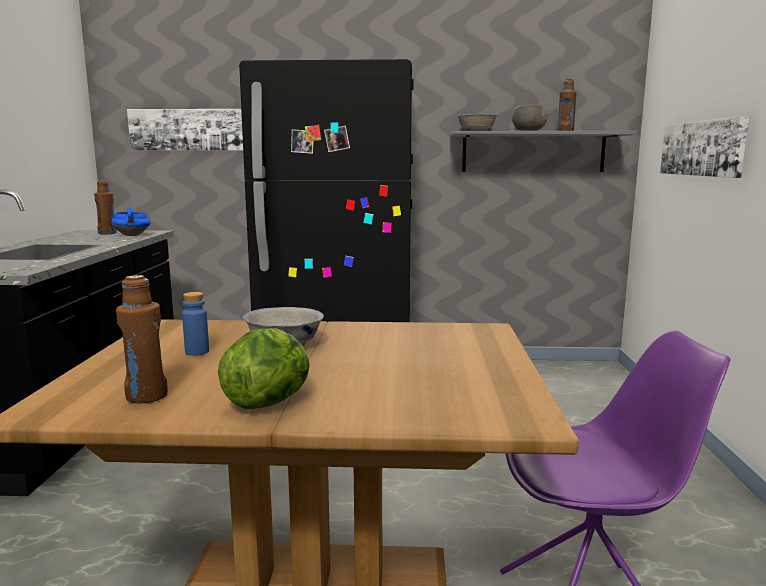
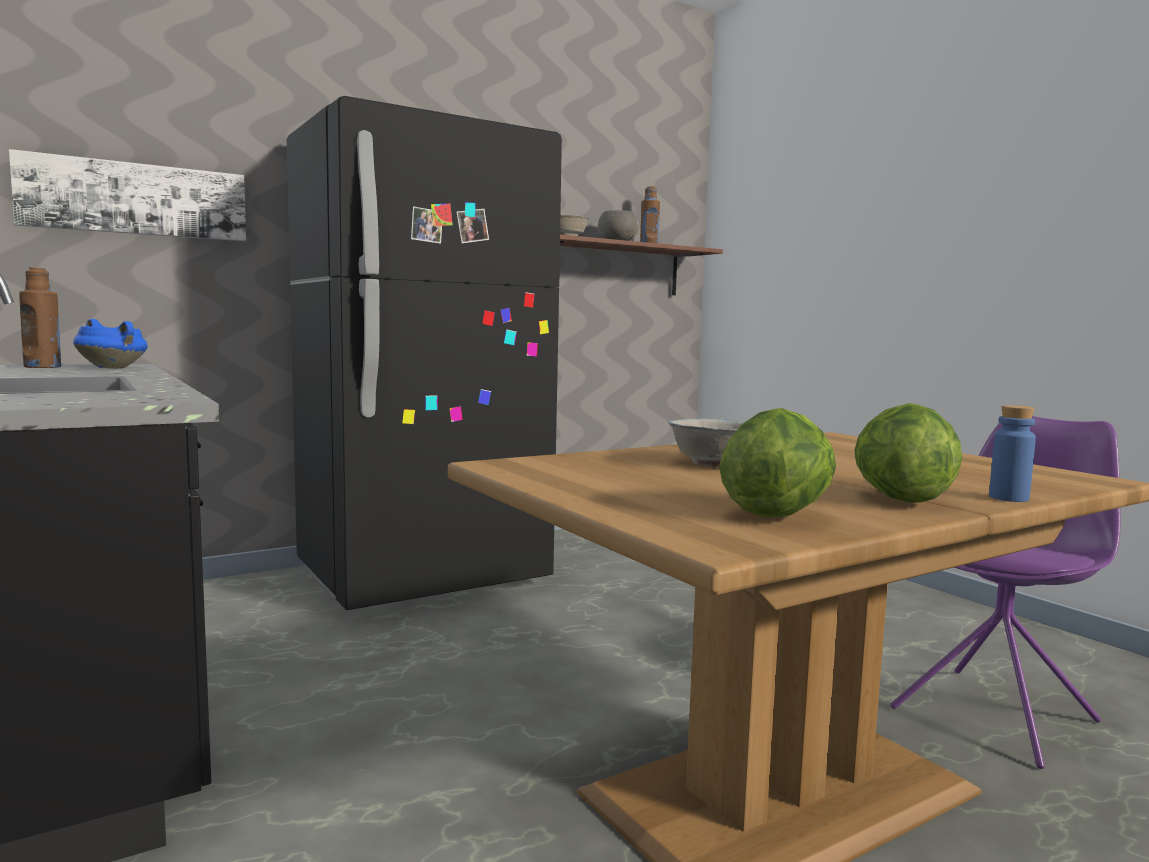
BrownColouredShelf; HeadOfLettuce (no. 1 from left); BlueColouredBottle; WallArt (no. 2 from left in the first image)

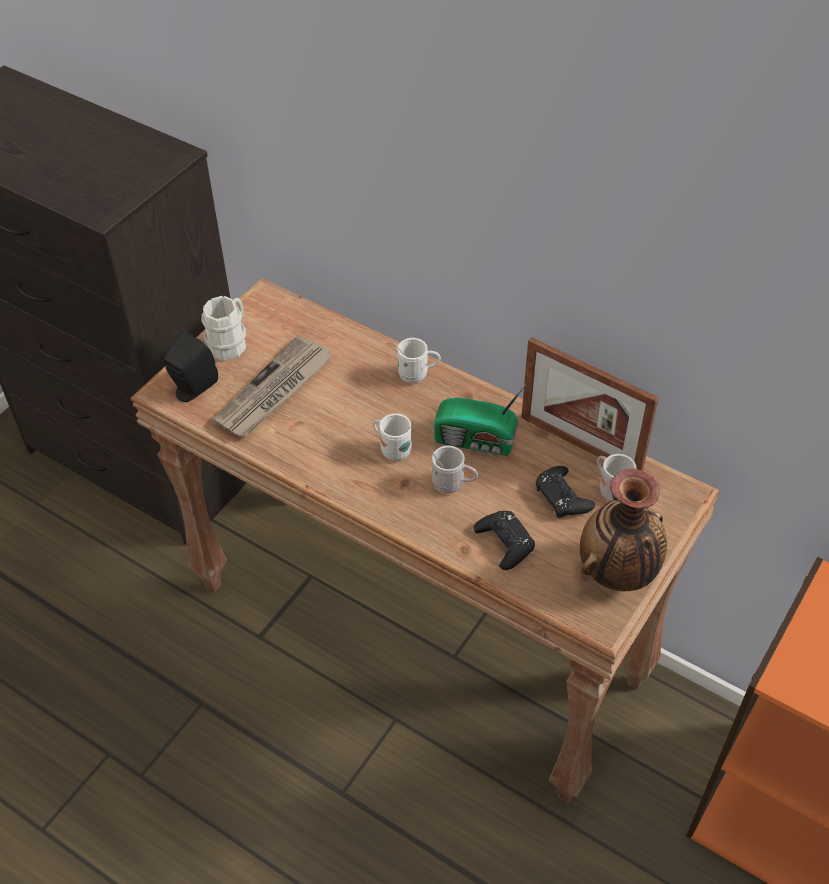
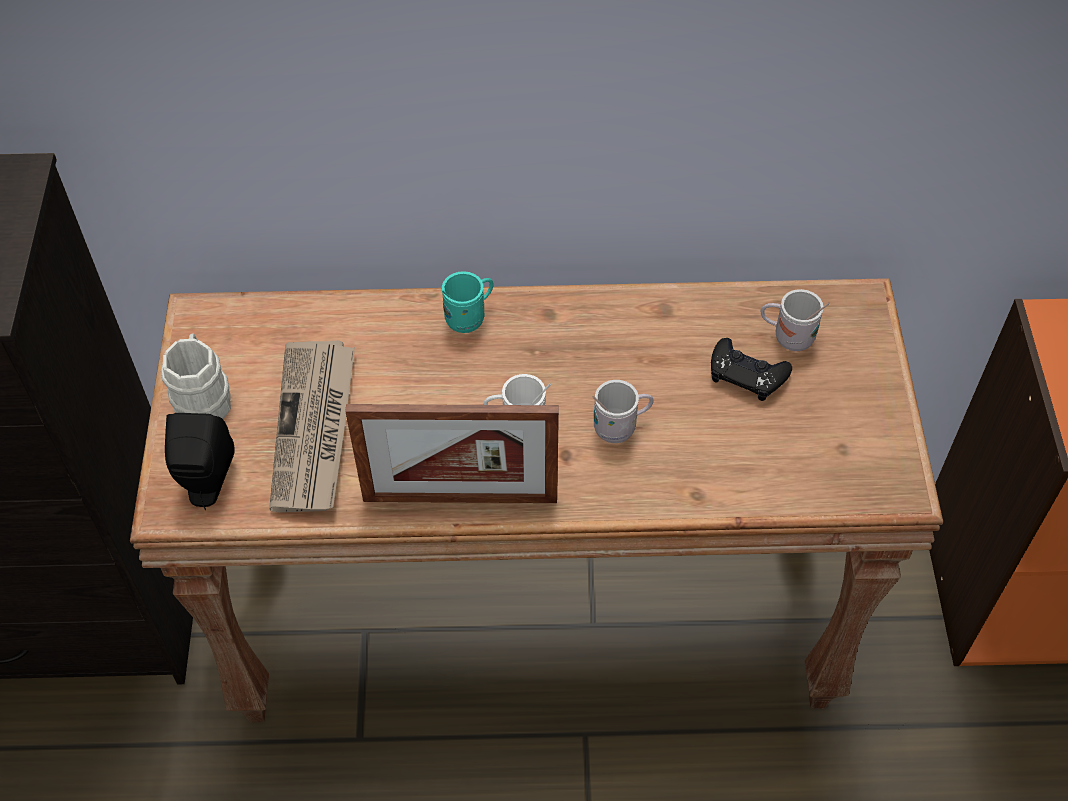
PictureFrame; TurquoiseColouredTeaMug; Radio; BlackishJoypad (no. 1 from left in the first image); Vase

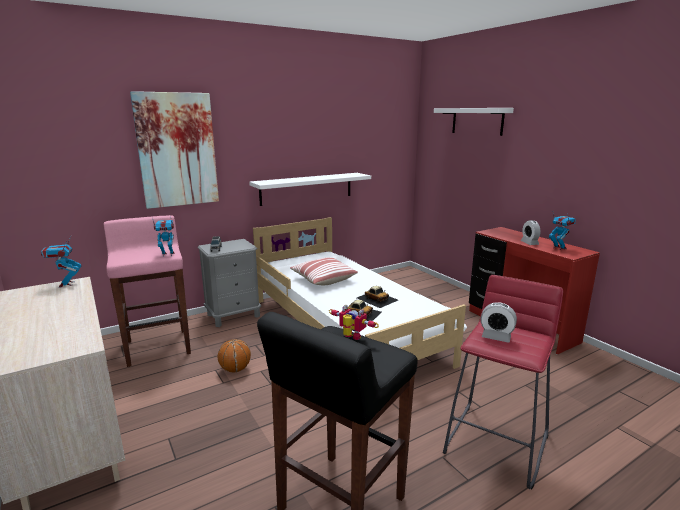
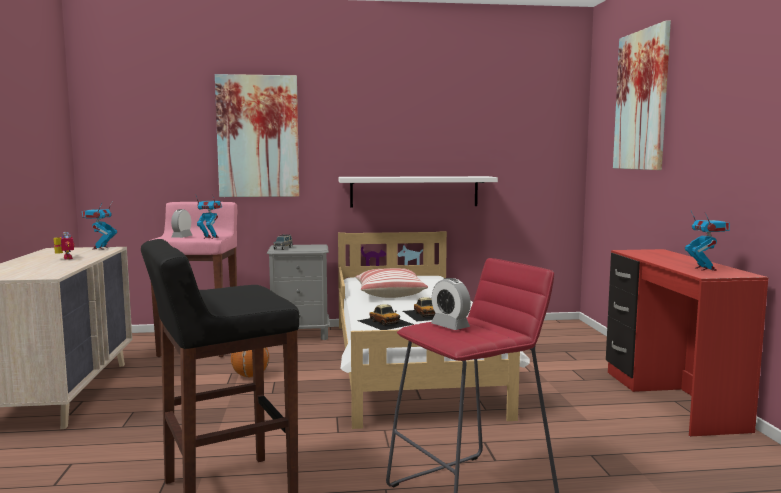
ModelRobot (no. 1 from left); AlarmClock (no. 1 from left); WallArt (no. 2 from left)

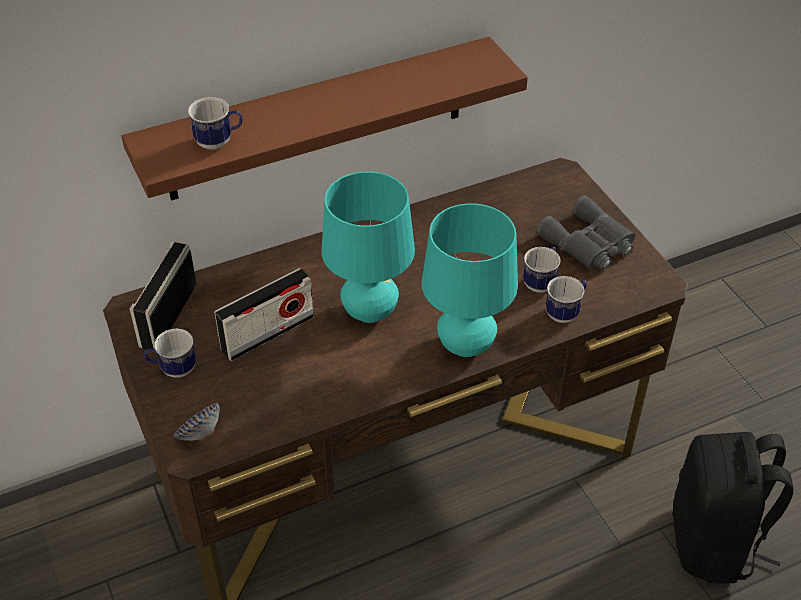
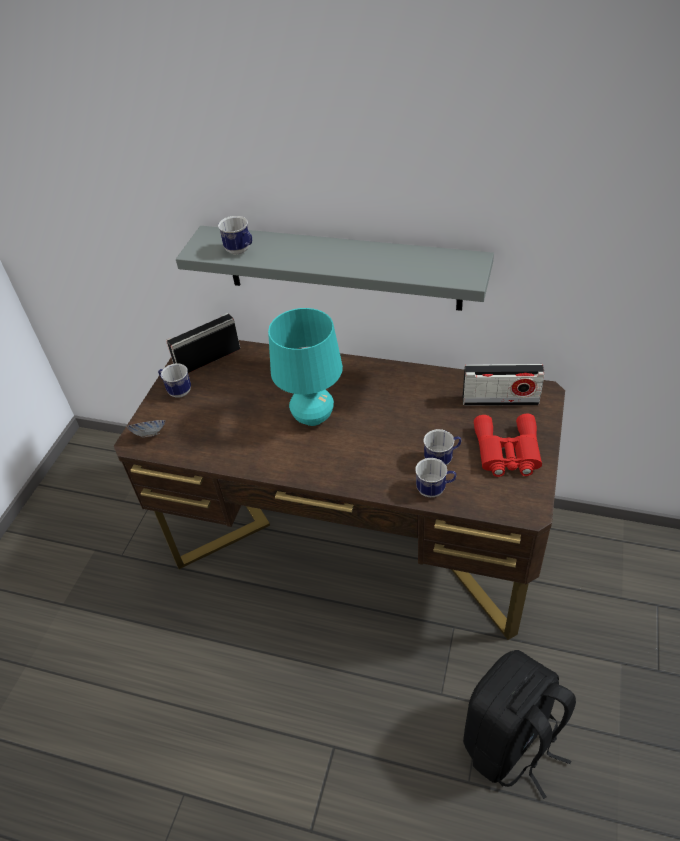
GrayShelf; Radio (no. 2 from left); ReddishFieldGlasses; TurquoiseColouredTabletopLamp (no. 2 from left in the first image)

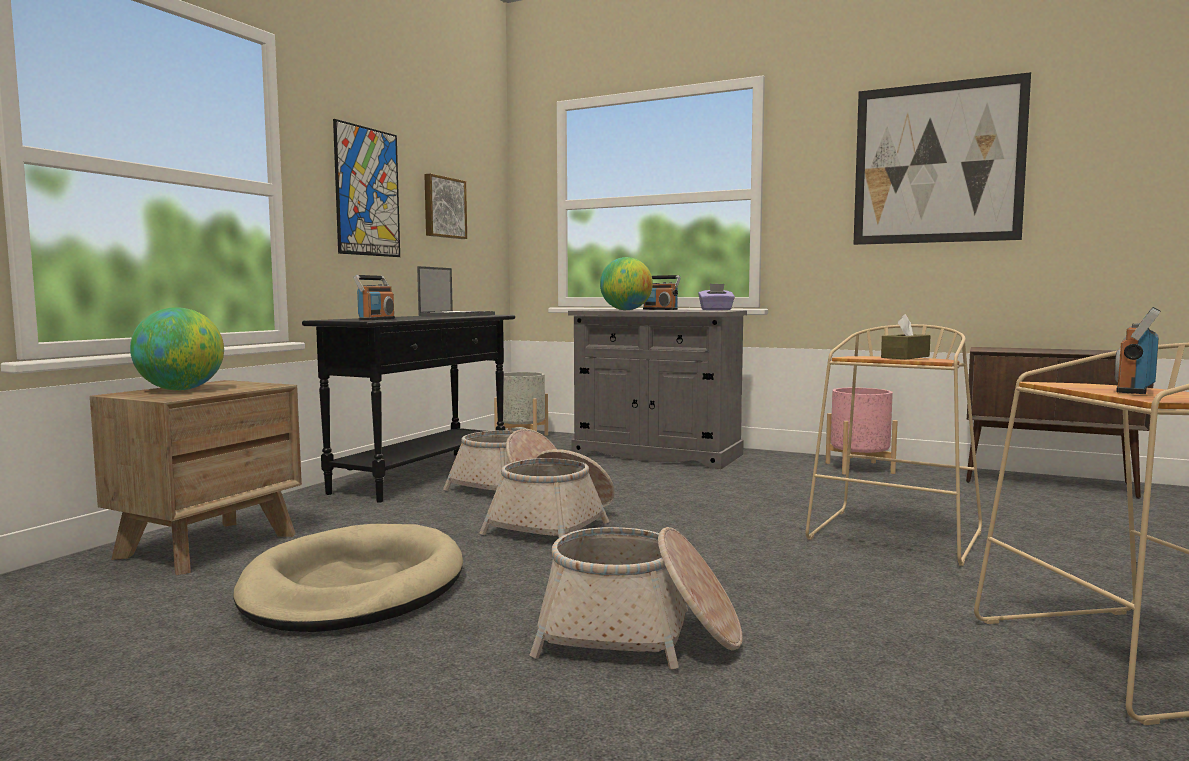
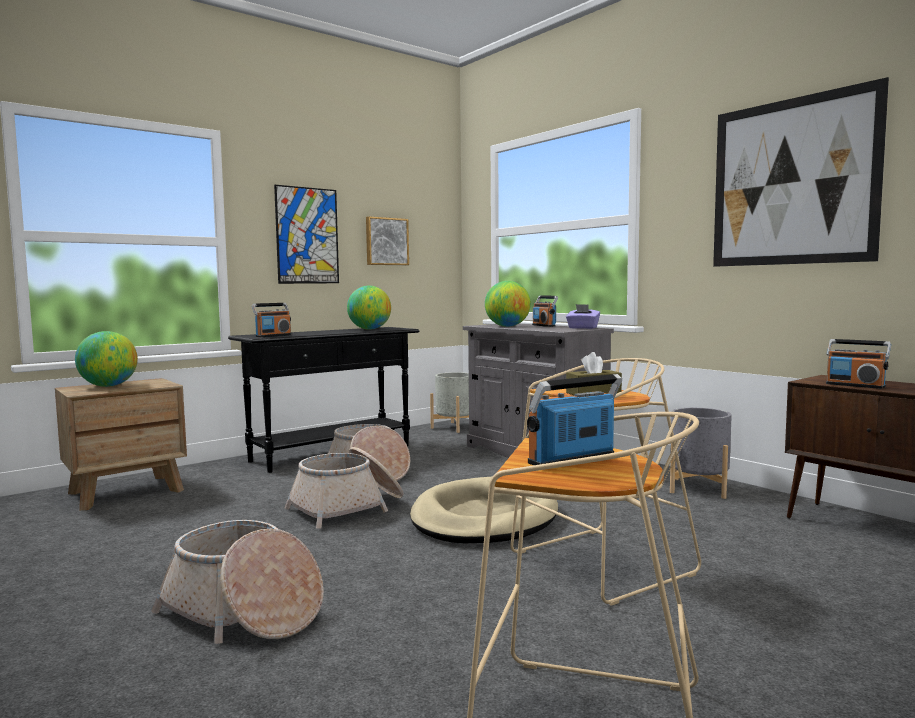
WorldGlobe (no. 2 from left); SandColouredDogCushion; GrayFlowerPot (no. 2 from left); Radio (no. 4 from left)

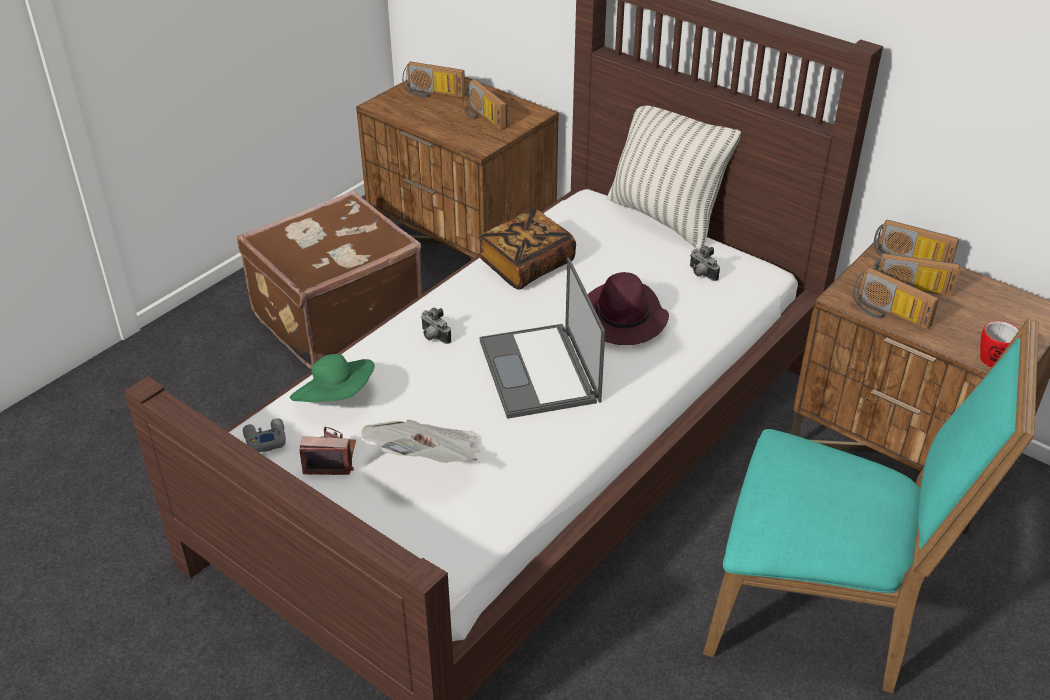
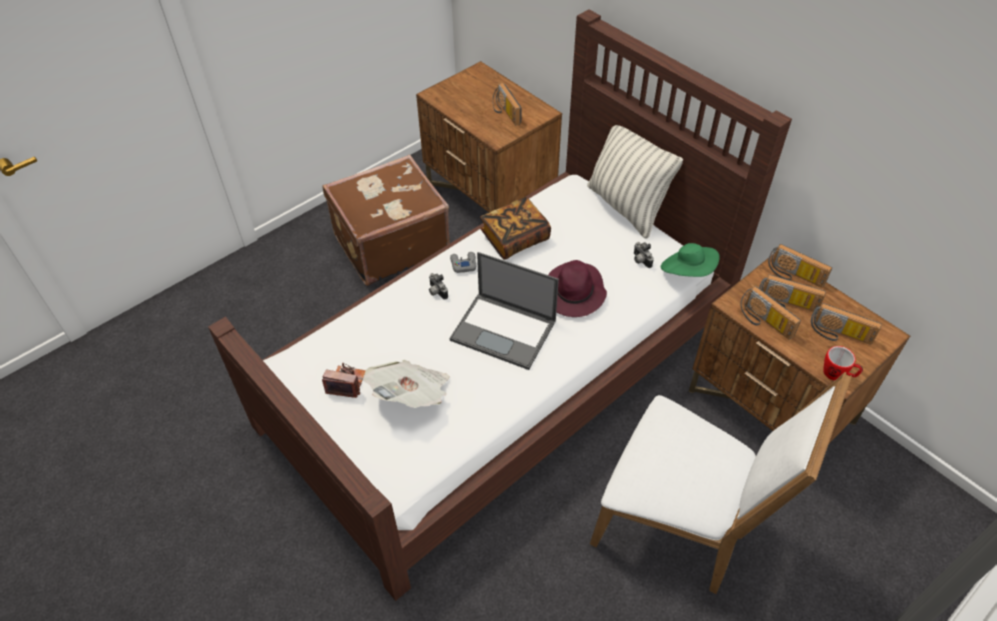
GrayJoypad; NotebookComputer; WhiteColouredUprightChair; GreenHat; Radio (no. 5 from left)

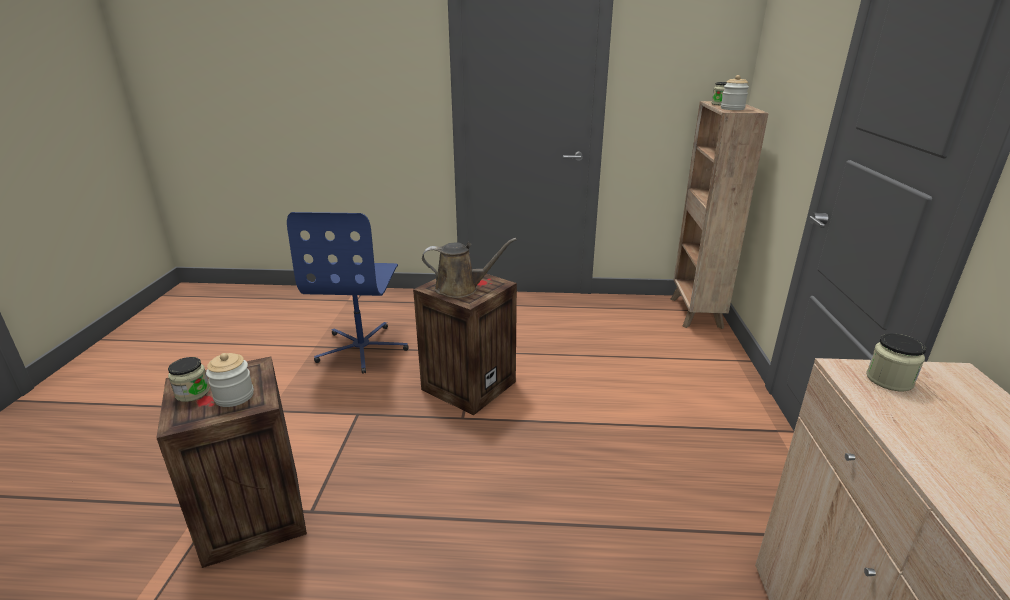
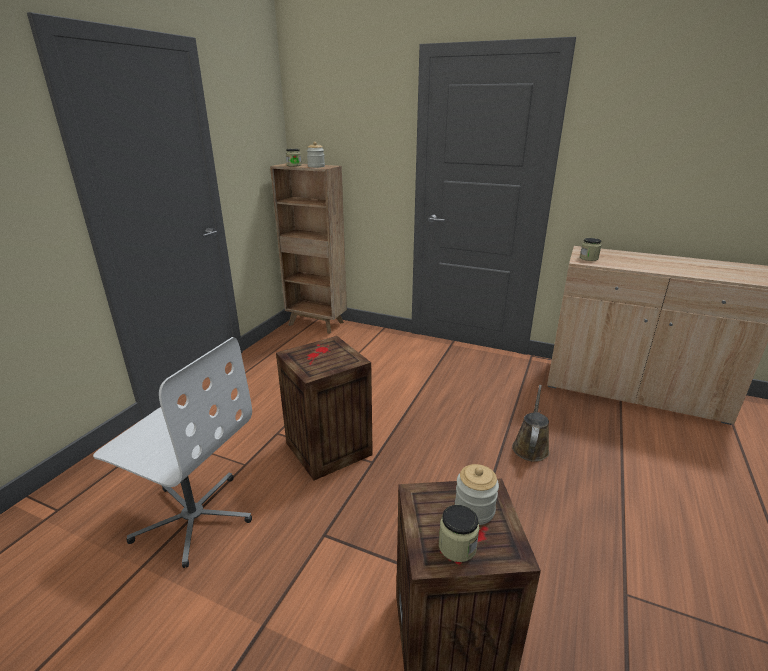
WhiteColouredDeskChair; BrownColouredWateringCan

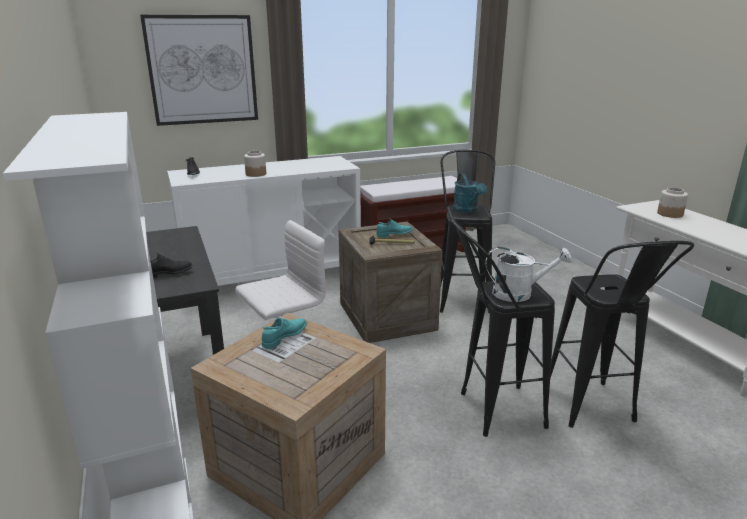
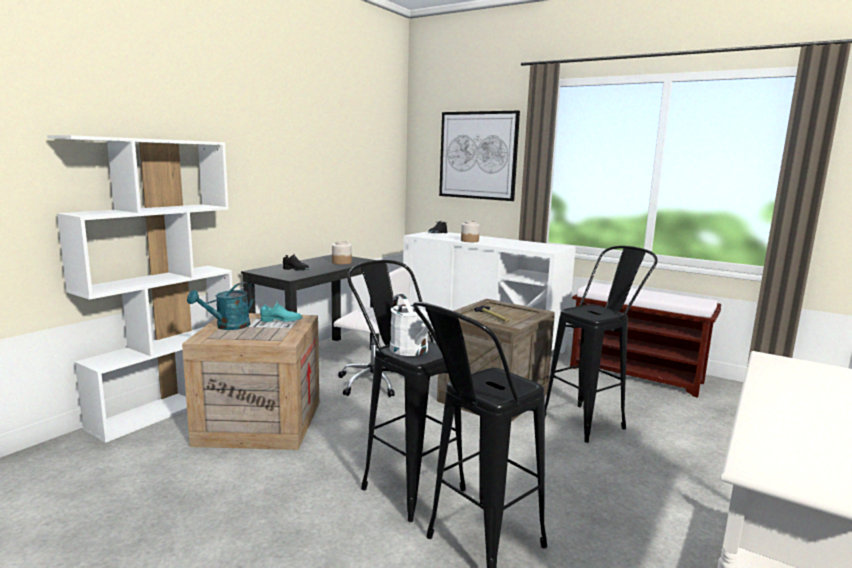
TurquoiseColouredWateringCan; Jar (no. 1 from left); TurquoiseColouredItemOfFootwear (no. 2 from left in the first image)

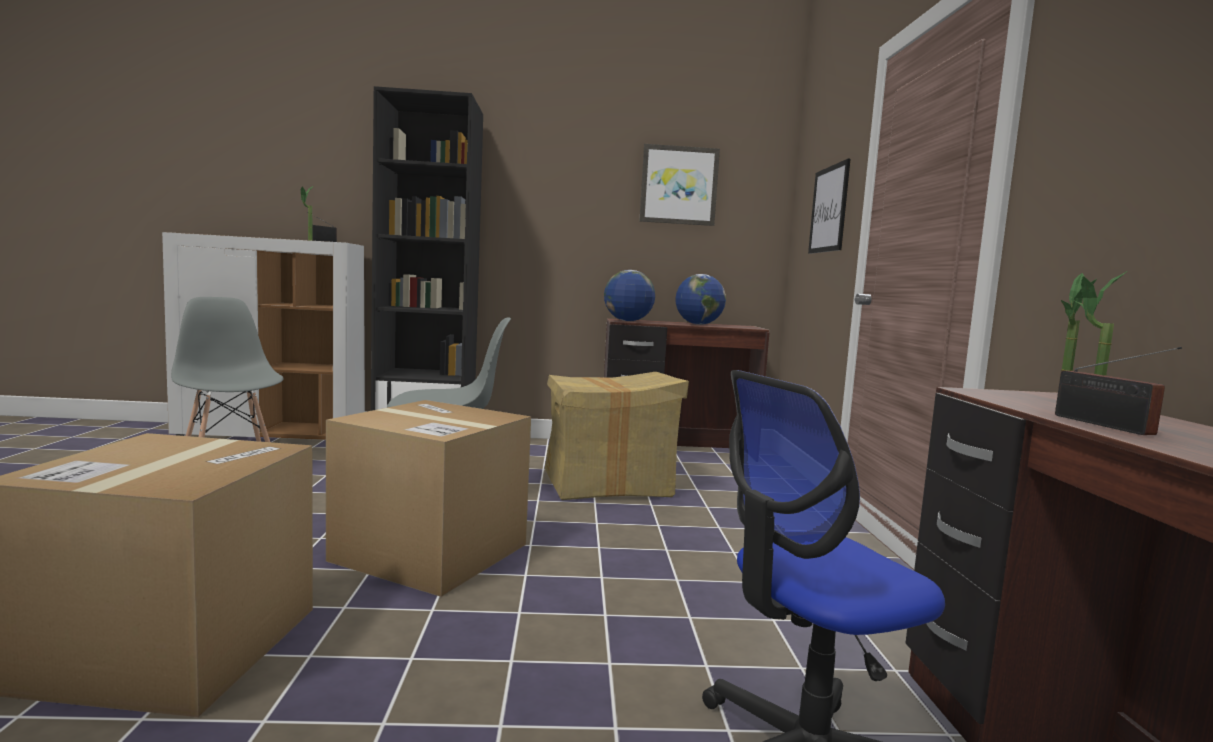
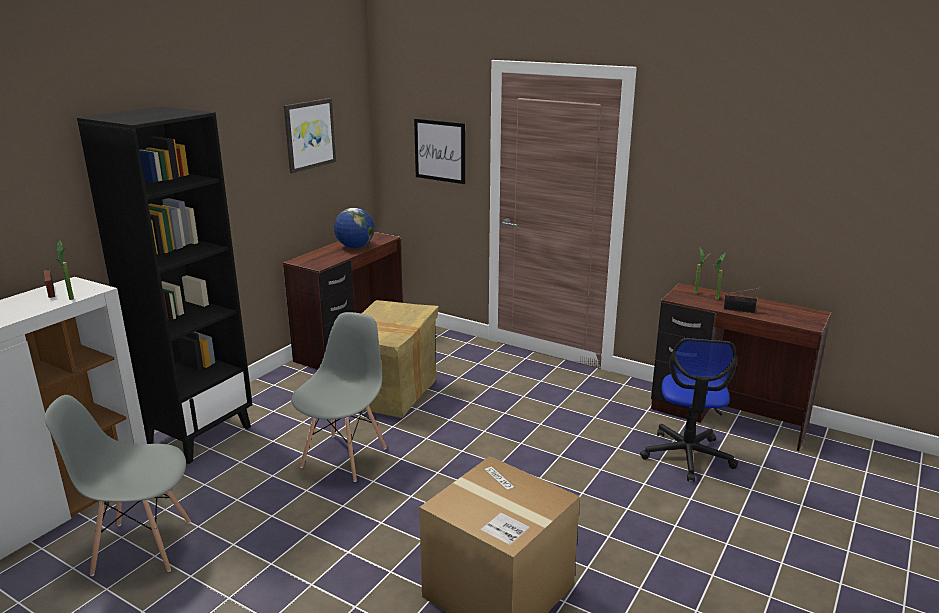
Carton (no. 2 from left in the first image); WorldGlobe (no. 1 from left in the first image)

